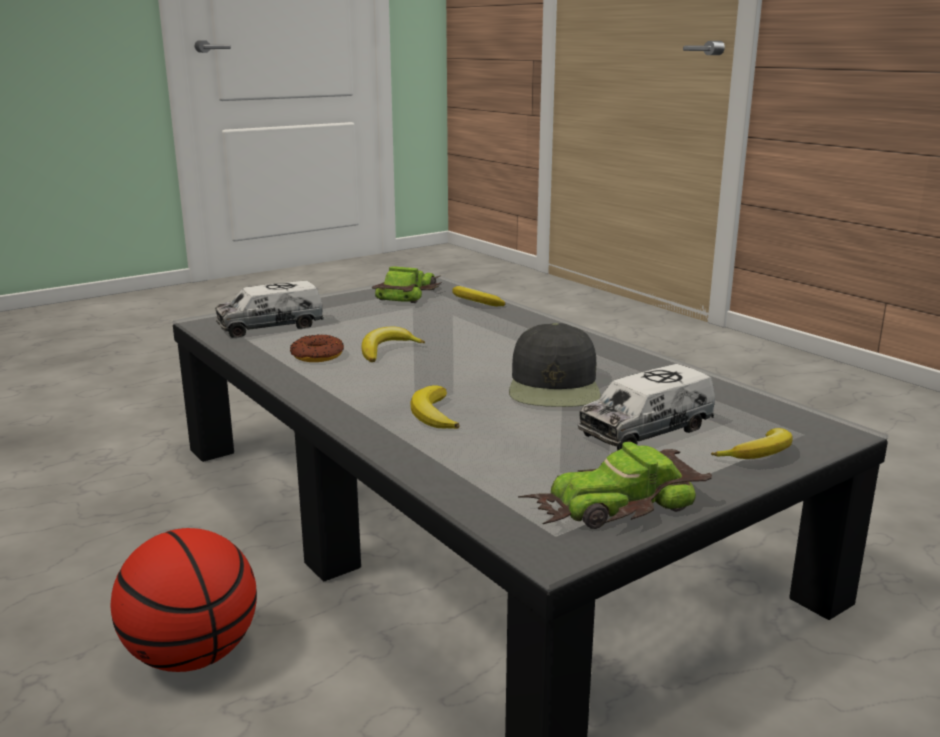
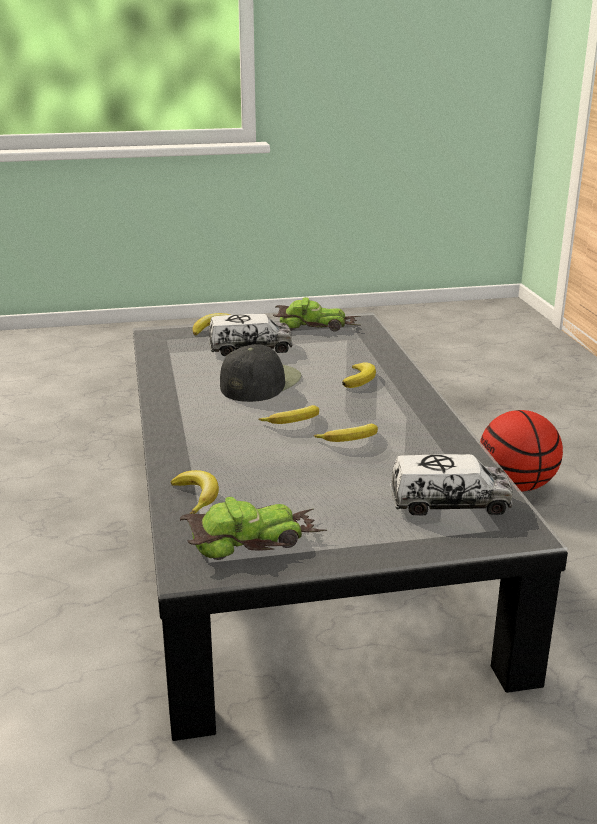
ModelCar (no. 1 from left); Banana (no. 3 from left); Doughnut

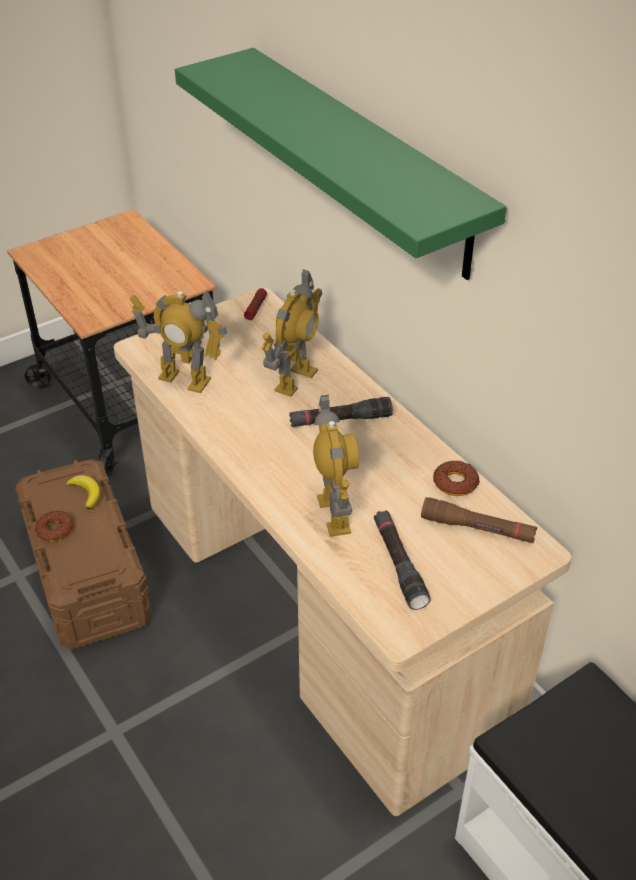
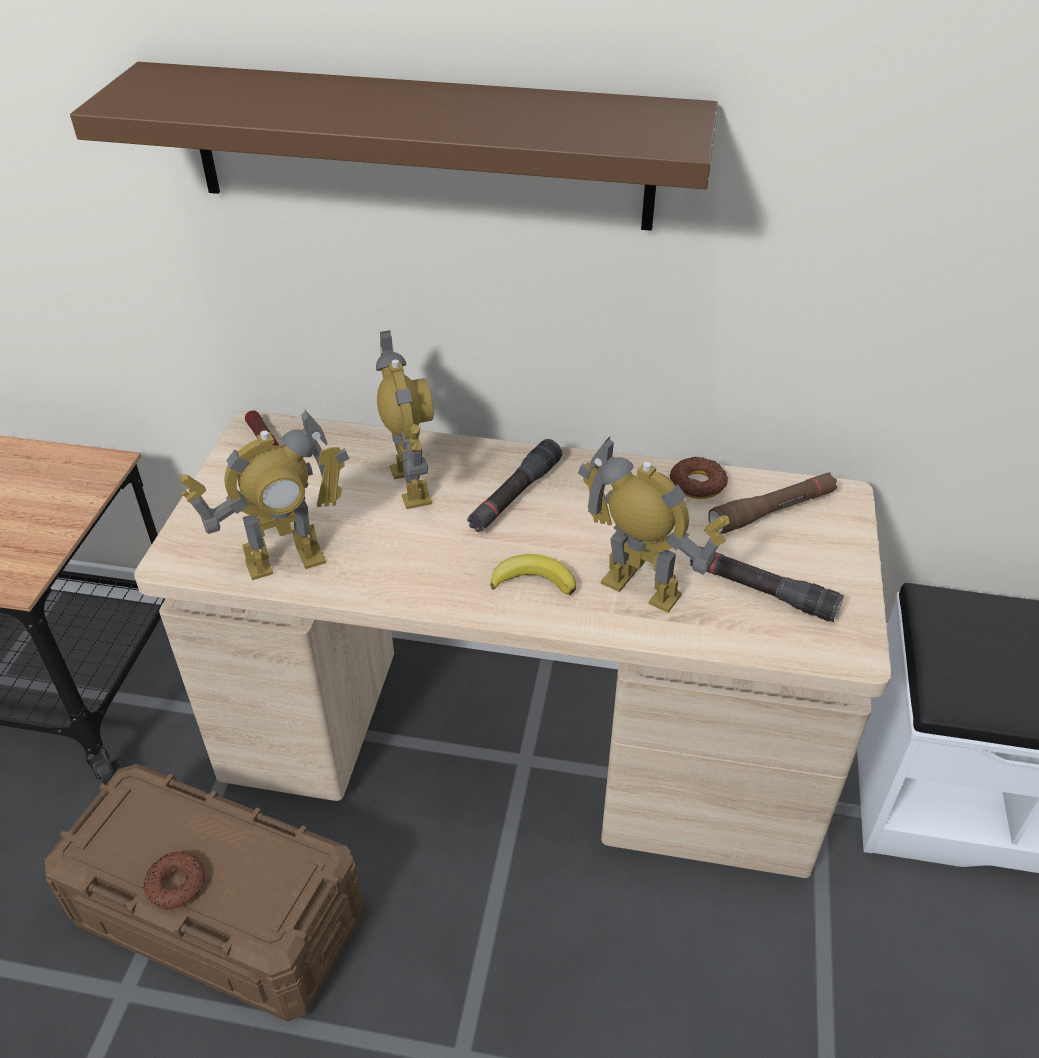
BrownColouredShelf; Banana

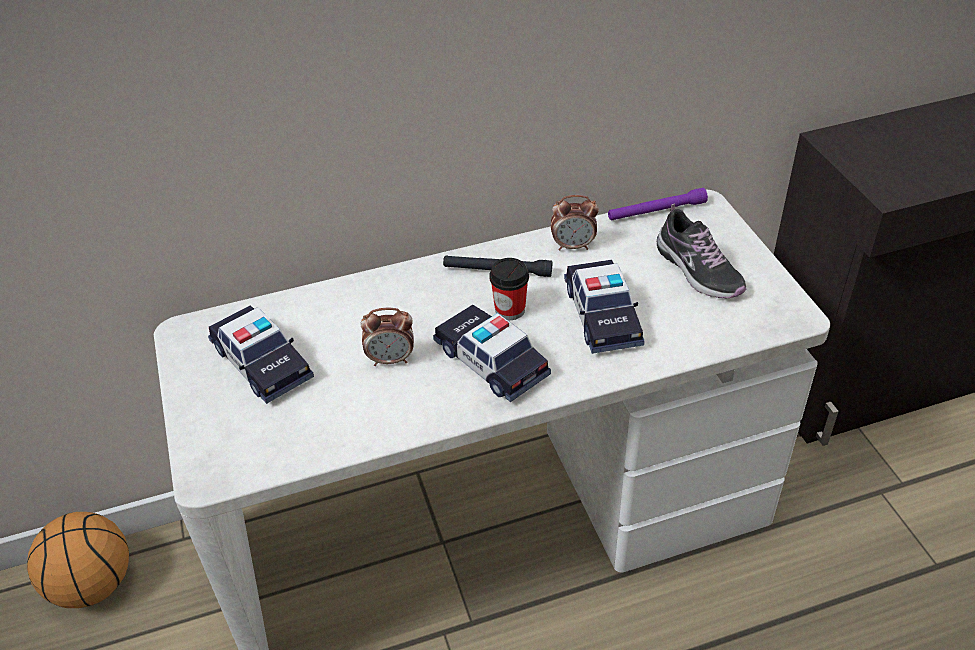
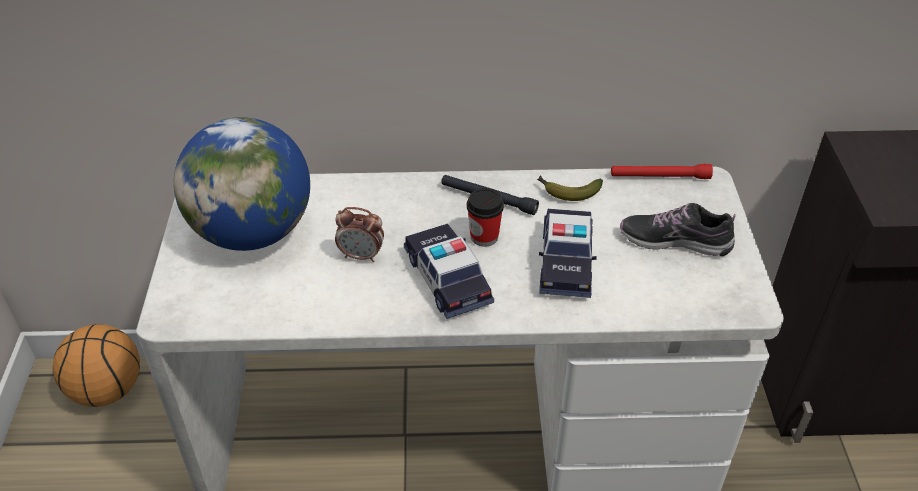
WorldGlobe; Banana; ReddishTorch; ItemOfFootwear

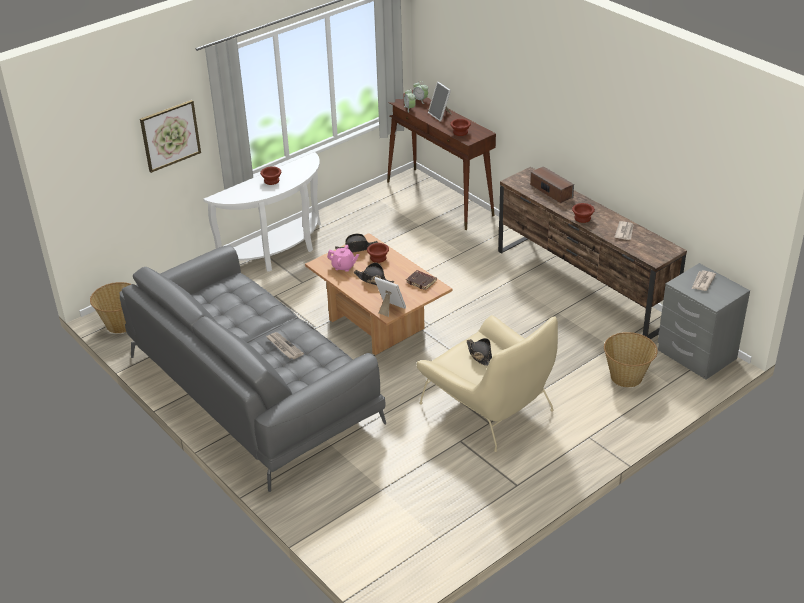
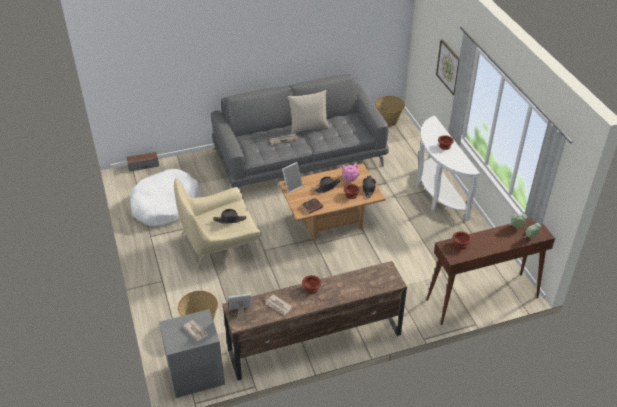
Loudspeaker; WhiteColouredDogCushion; PictureFrame (no. 1 from left); SandColouredThrowPillow

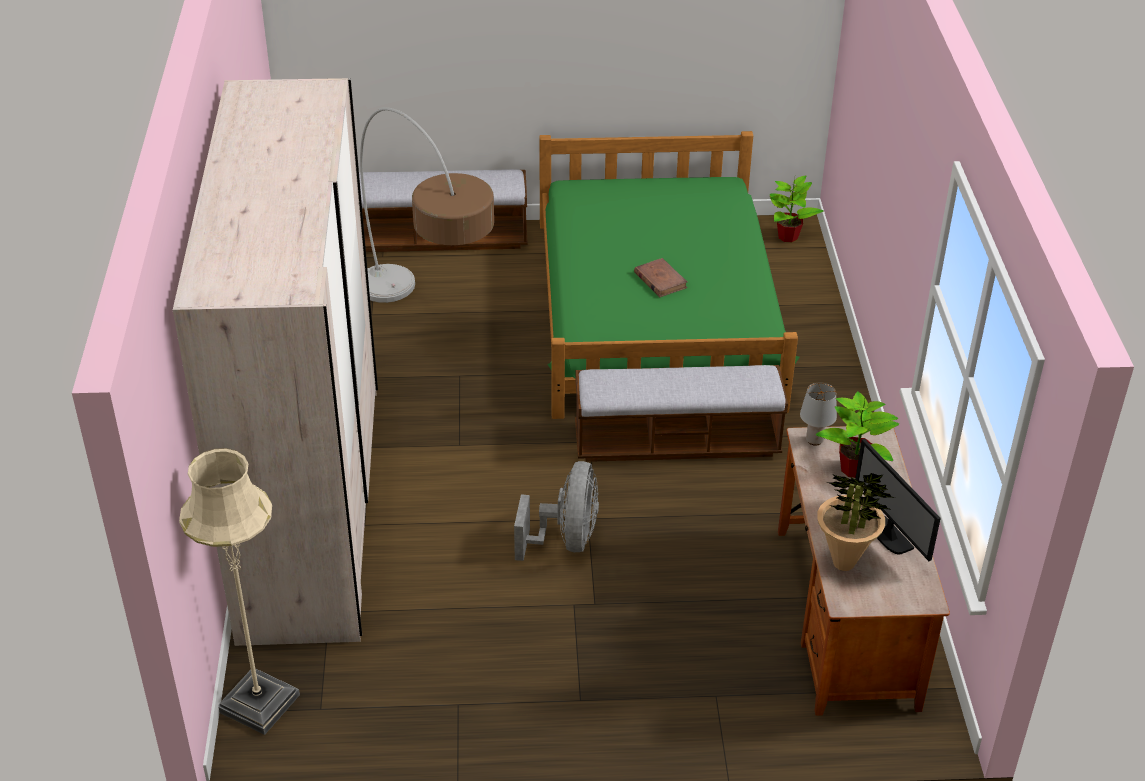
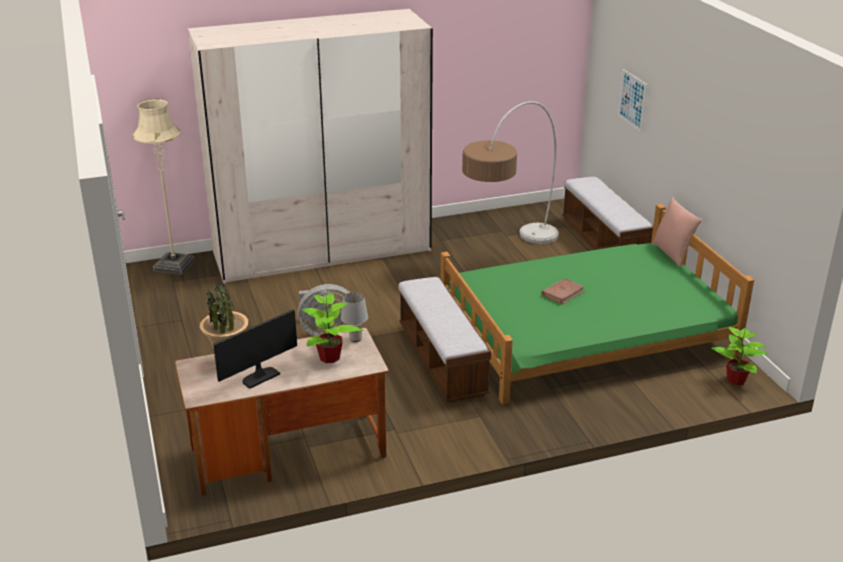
WallArt; PinkColouredThrowPillow

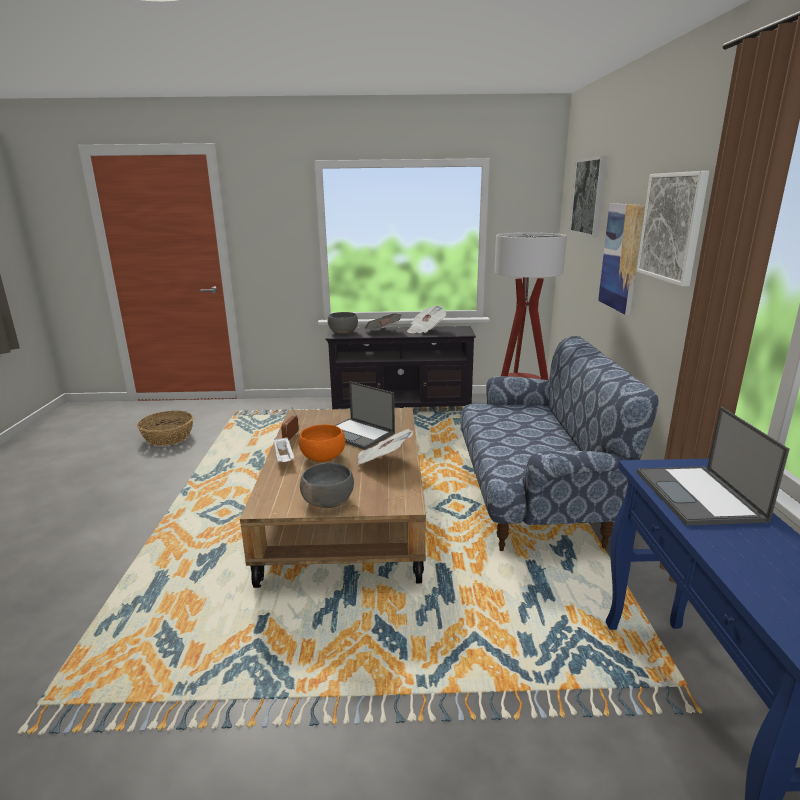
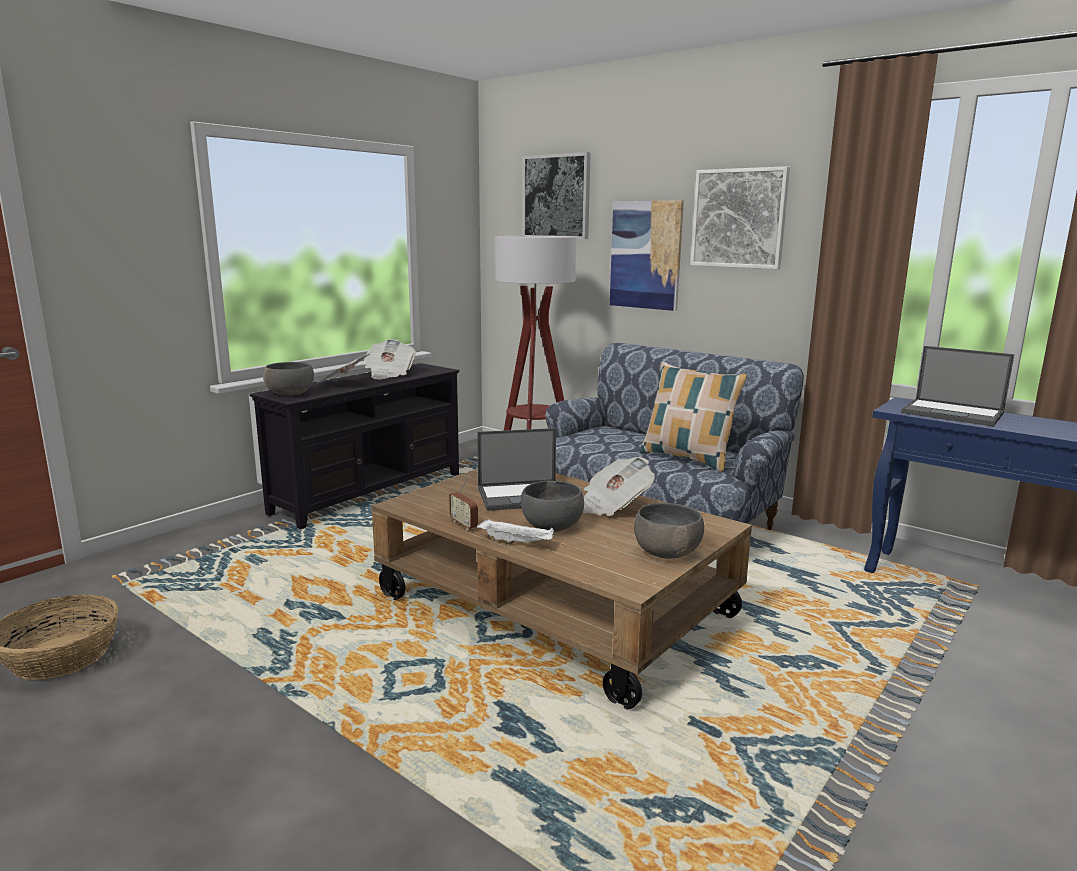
GrayDeepDish (no. 2 from left); ThrowPillow

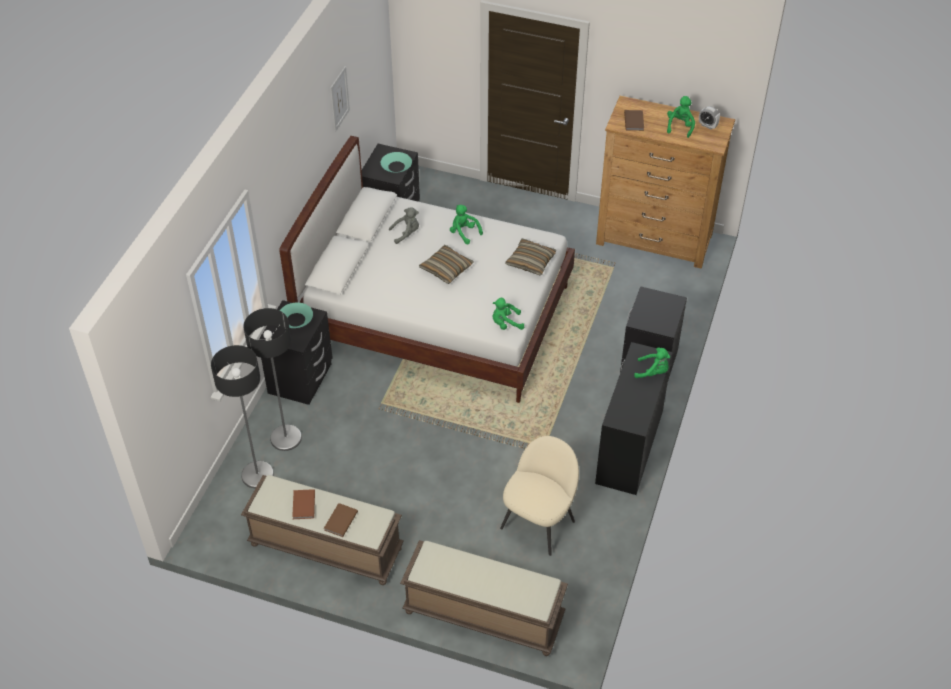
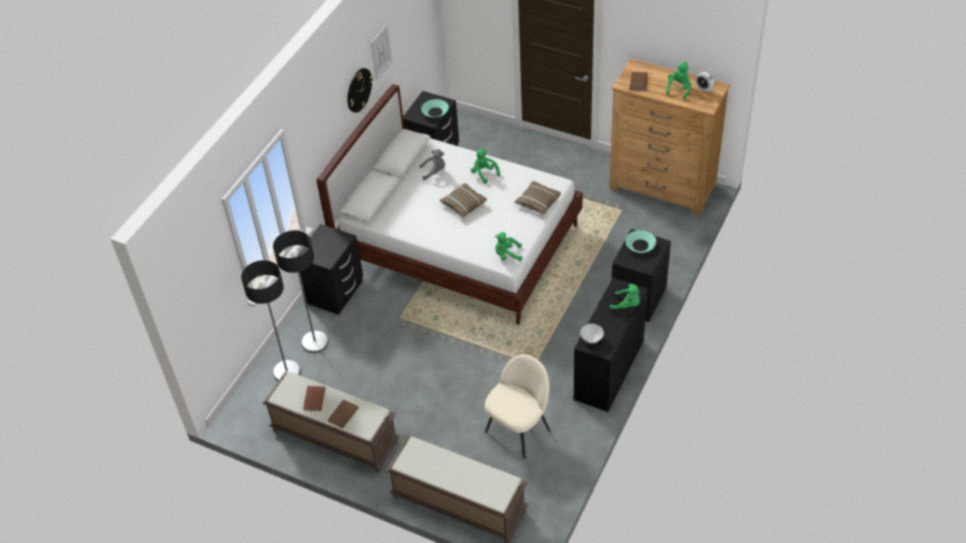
ClockOnTheWall; WhiteColouredDeepDish; TurquoiseColouredDeepDish (no. 2 from left)

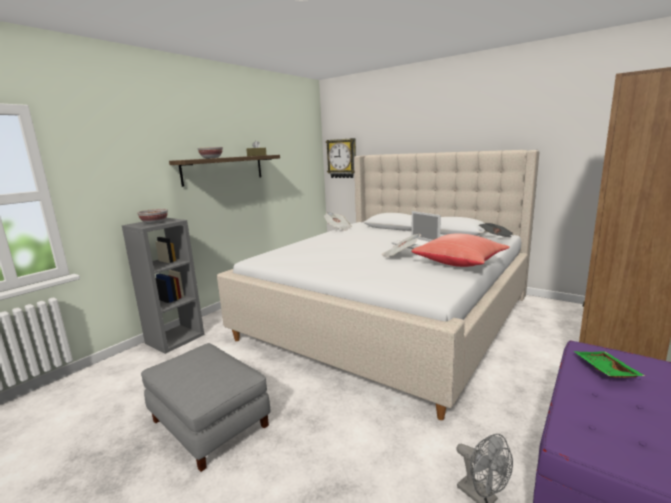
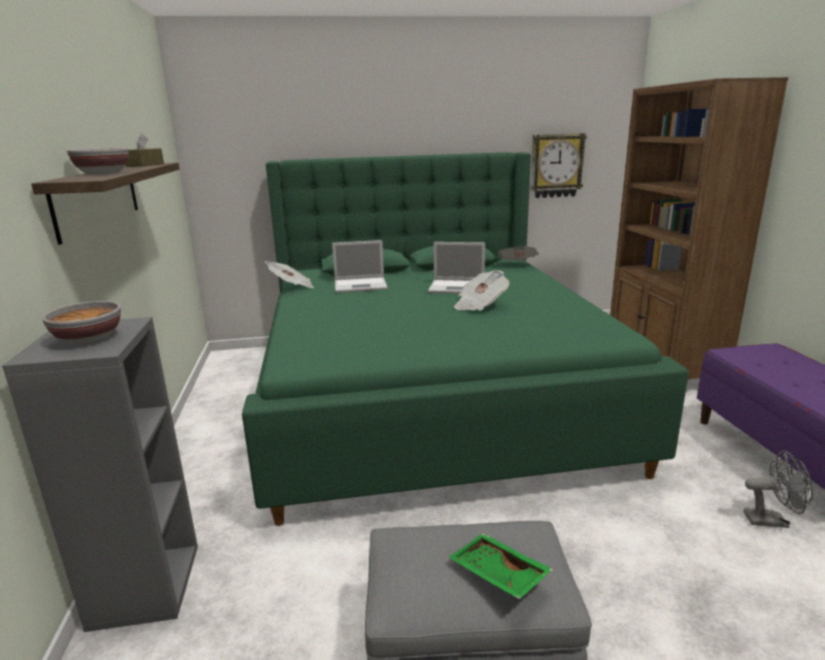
GreenBedroomBed; NotebookComputer (no. 1 from left); GreenTray; ClockOnTheWall; ReddishThrowPillow

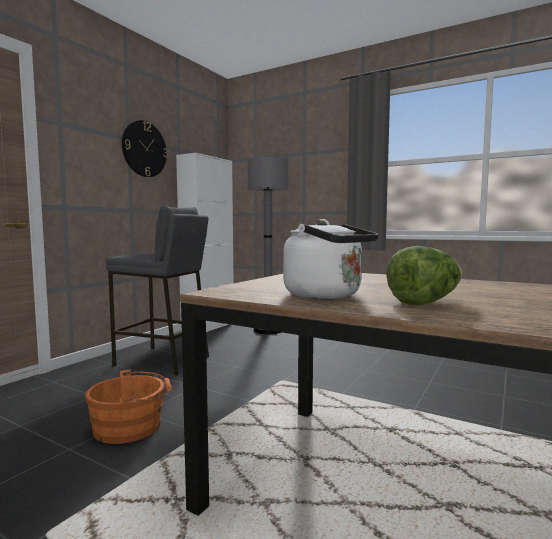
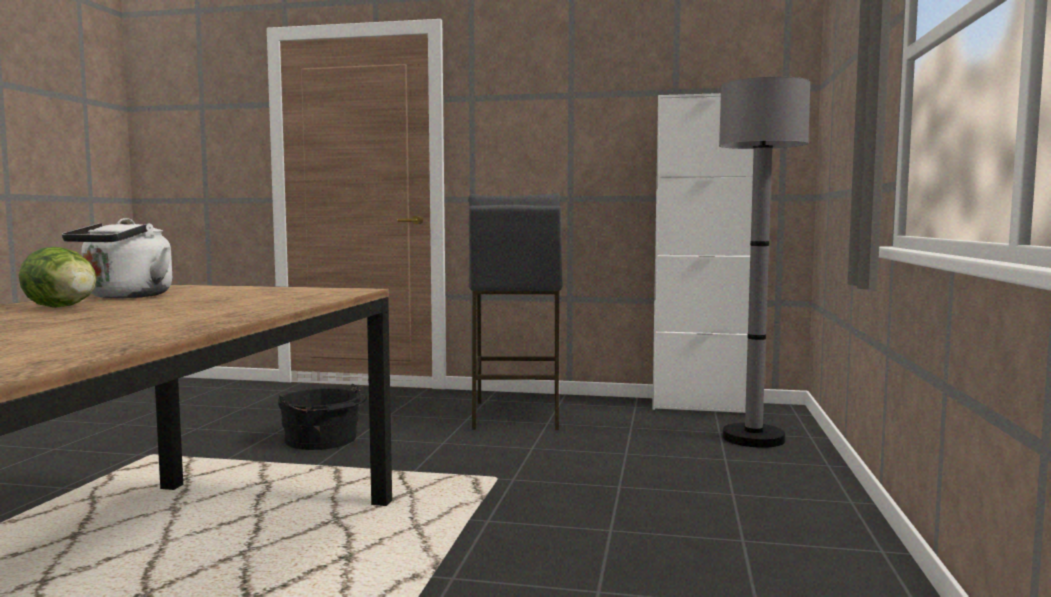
BlackishBucket; ClockOnTheWall

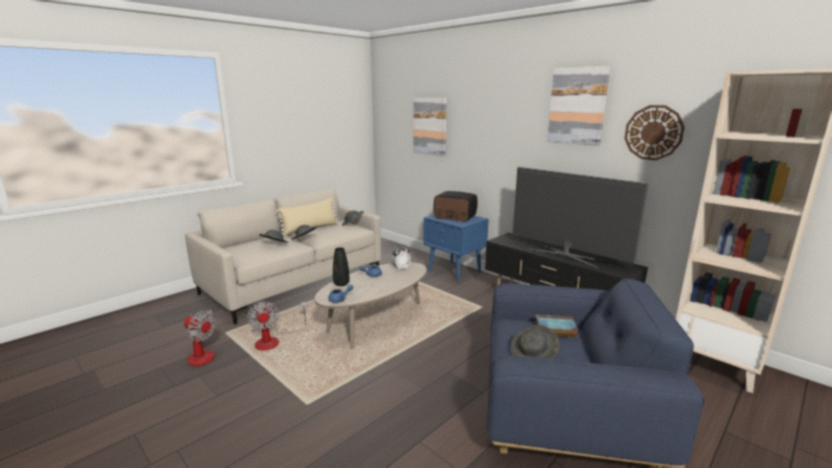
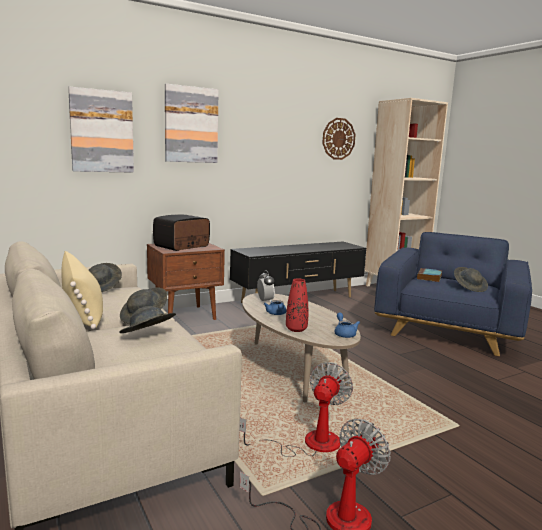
BrownColouredBedsideTable; WallArt (no. 2 from left); CoolingFan (no. 1 from left); ReddishVase; Television

